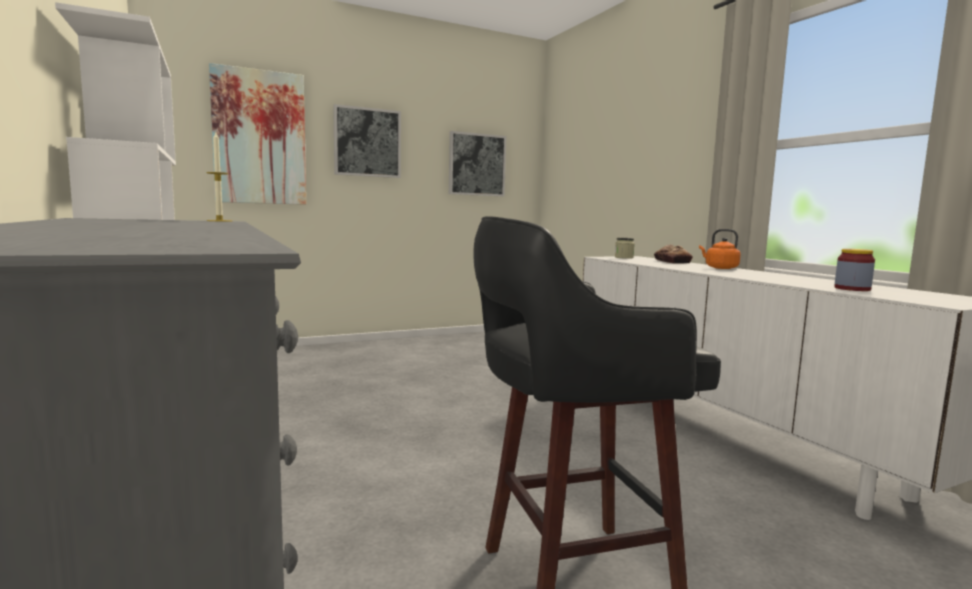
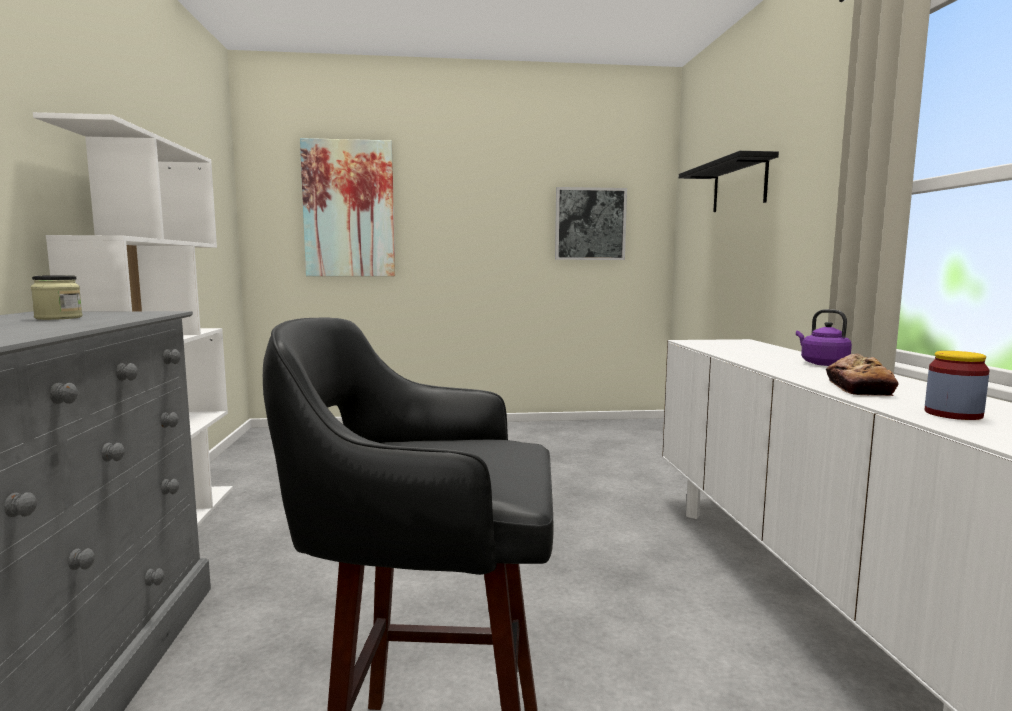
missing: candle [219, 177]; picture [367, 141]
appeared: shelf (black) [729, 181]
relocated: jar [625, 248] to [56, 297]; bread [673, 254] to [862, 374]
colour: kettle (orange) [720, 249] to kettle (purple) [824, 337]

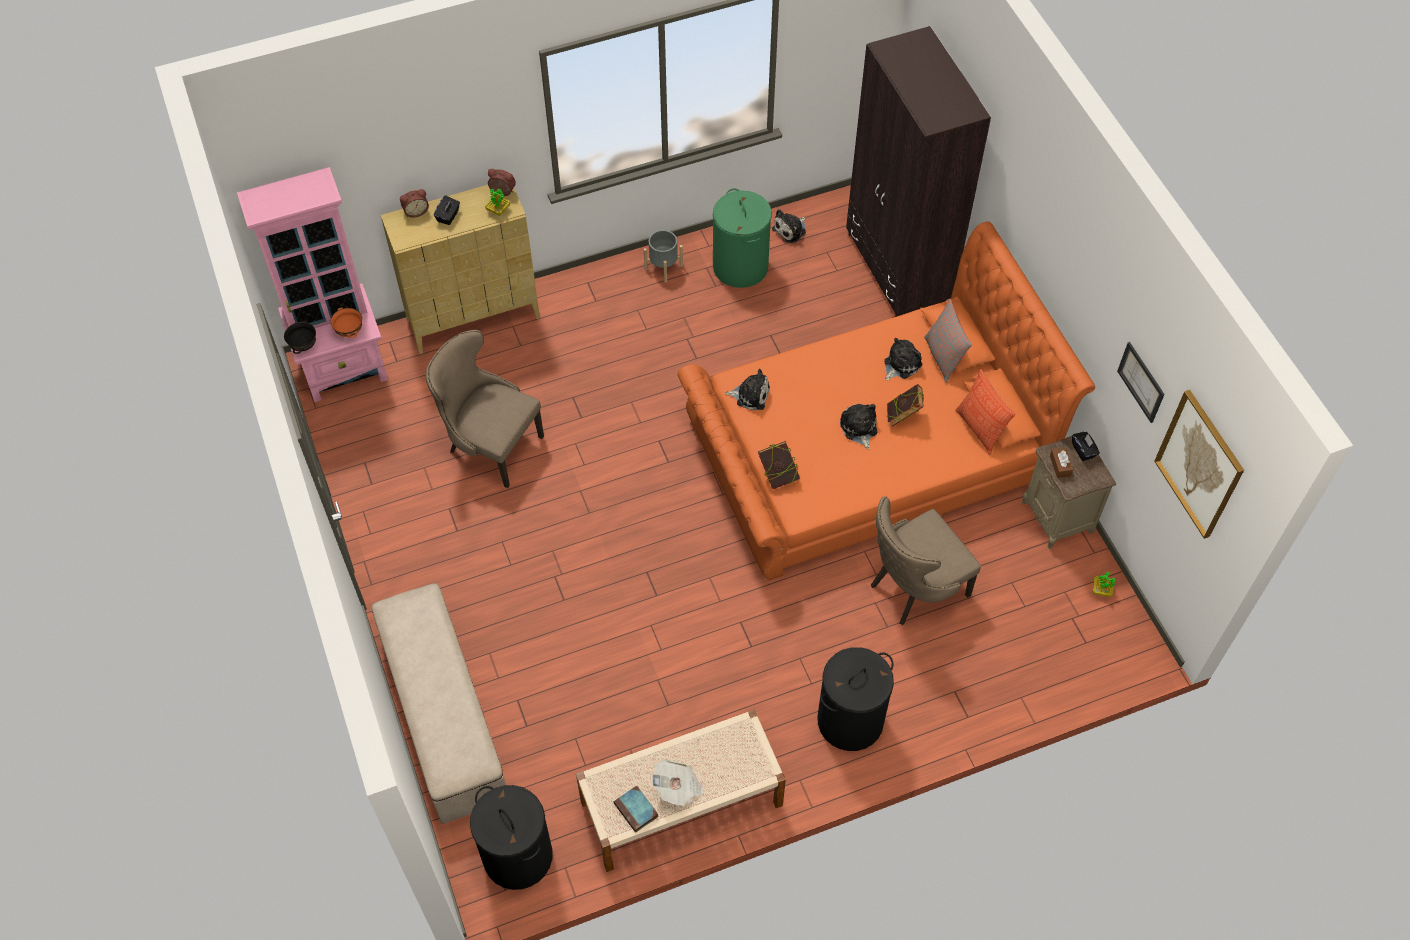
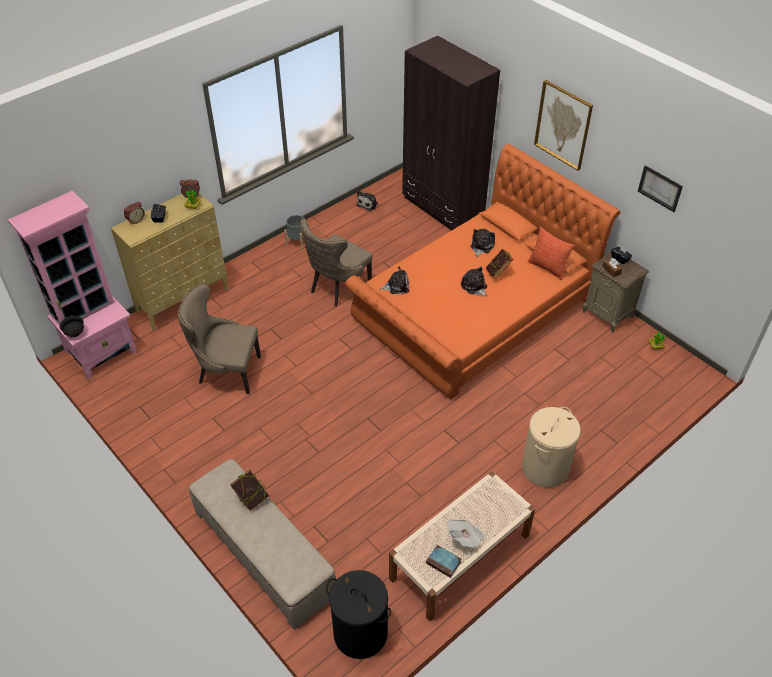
missing: bowl (orange) [346, 323]; laundry basket (green) [742, 238]; pillow (grey) [948, 341]
relocated: book [779, 465] to [249, 490]; chair (beige) [926, 560] to [336, 262]; picture [1199, 464] to [563, 125]
colour: laundry basket (black) [855, 699] to laundry basket (beige) [551, 447]

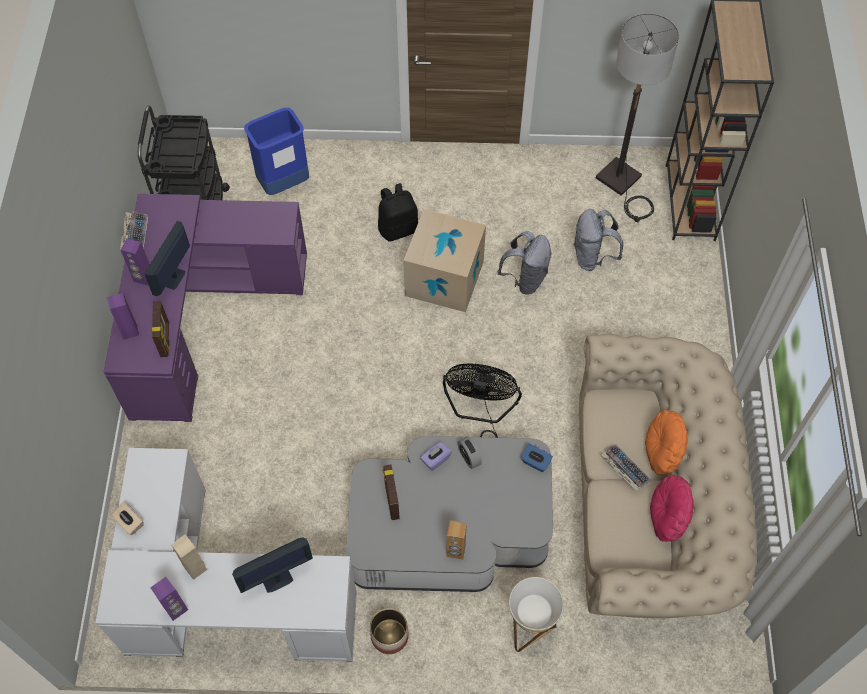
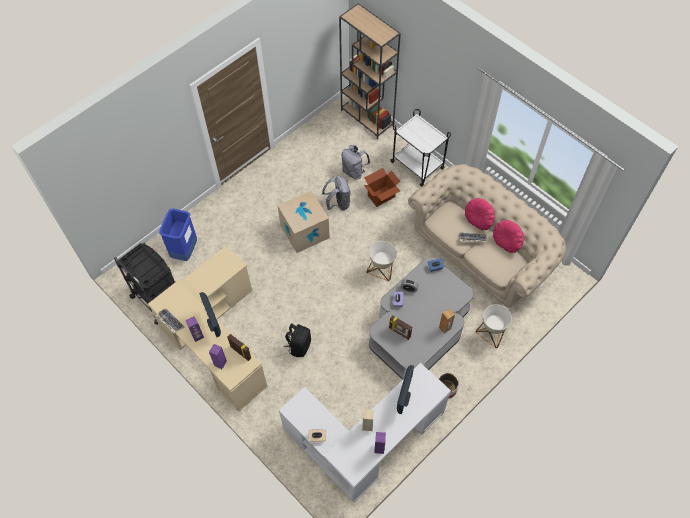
missing: floor lamp [637, 118]
appeared: cardboard box [382, 187]; cart (white) [421, 147]
relocated: backpack (black) [398, 212] to [297, 340]
exchanged: fan (black) [482, 401] to planter [382, 261]
colour: desk (purple) [205, 308] to desk (beige) [208, 329]; pillow (orange) [666, 442] to pillow (pink) [480, 214]

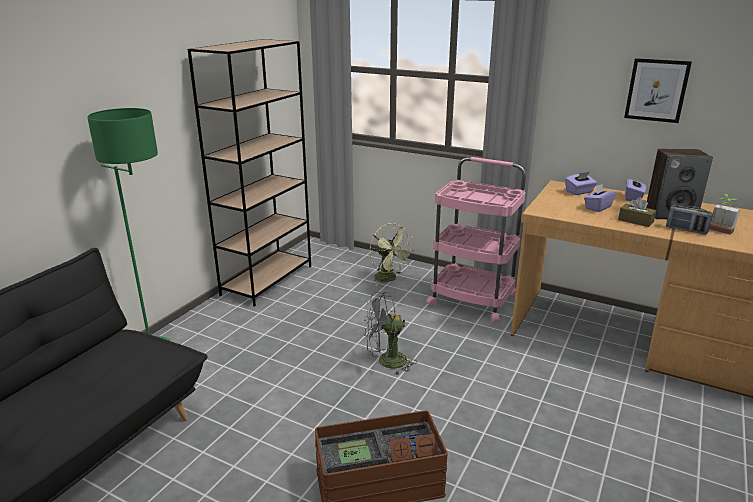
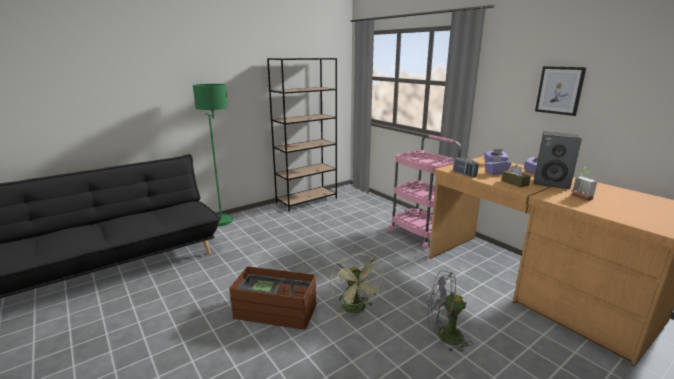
relocated: fan (grey) [390, 334] to [450, 311]; fan (green) [392, 254] to [357, 284]; radio [689, 219] to [466, 167]

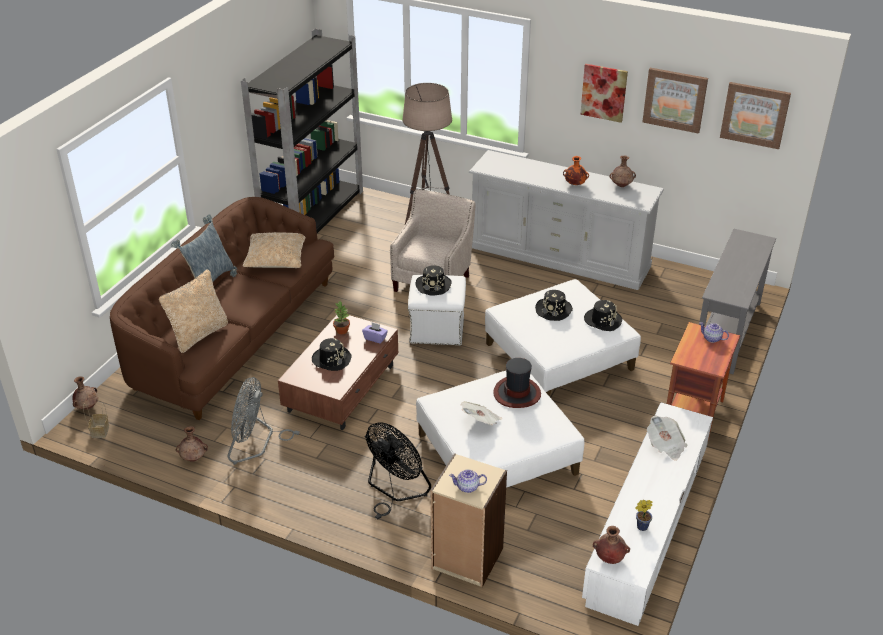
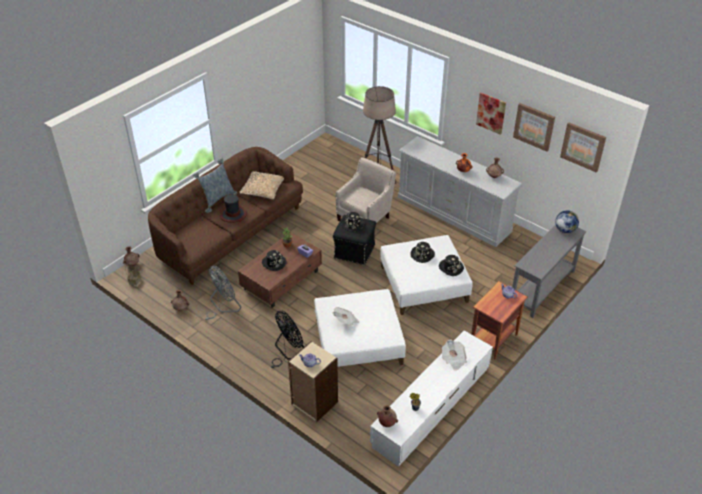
missing: pillow (beige) [193, 311]; bookcase (black) [302, 131]
appeared: globe [567, 221]
relocated: hat [517, 383] to [233, 208]
colour: ottoman (white) [437, 310] to ottoman (black) [354, 240]
spun: fan (grey) [264, 421] = [223, 293] 120 degrees clockwise

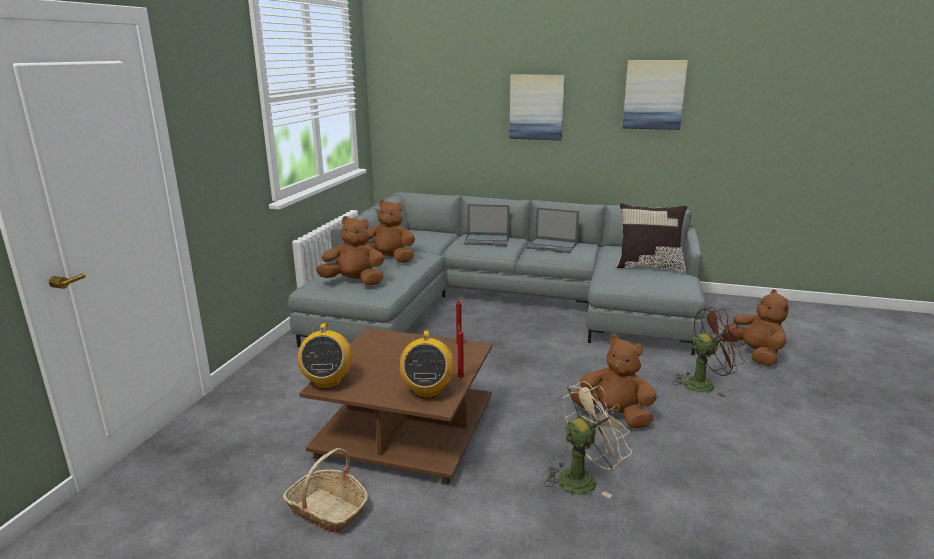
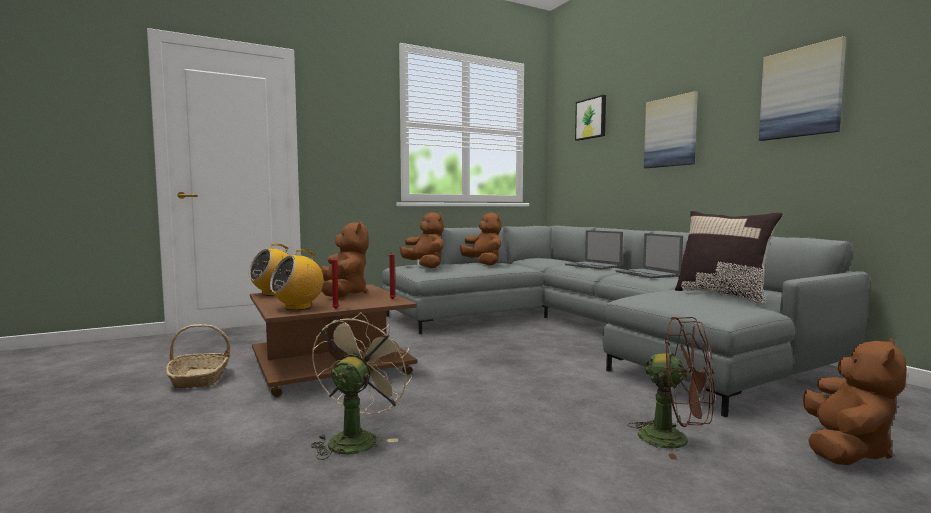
appeared: picture [590, 118]
relocated: plush toy (brown) [614, 382] to [345, 259]
spun: fan (beige) [588, 439] = [361, 386] 90 degrees counterclockwise

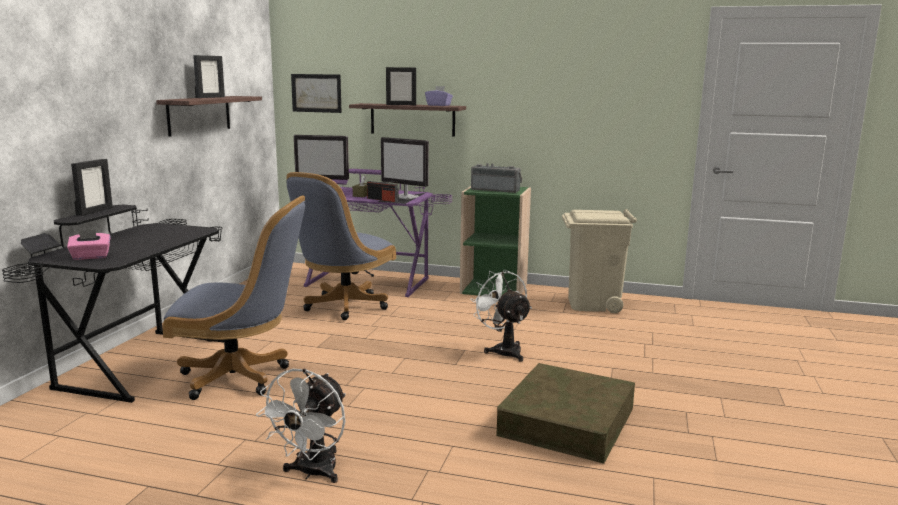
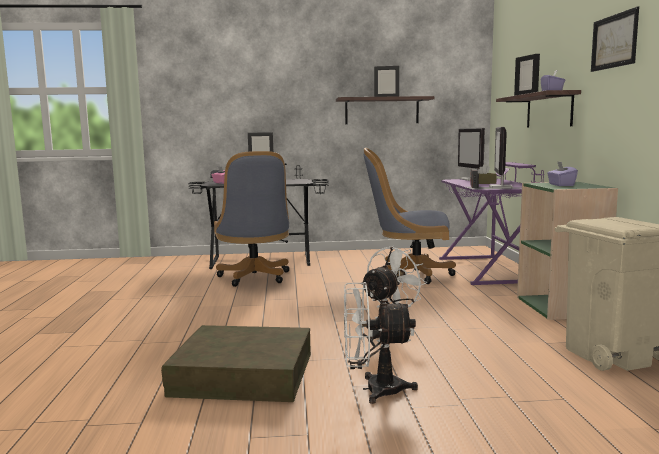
relocated: fan (white) [301, 426] to [381, 343]; picture [316, 93] to [615, 39]
exchanged: radio [496, 178] to tissue box (purple) [562, 173]

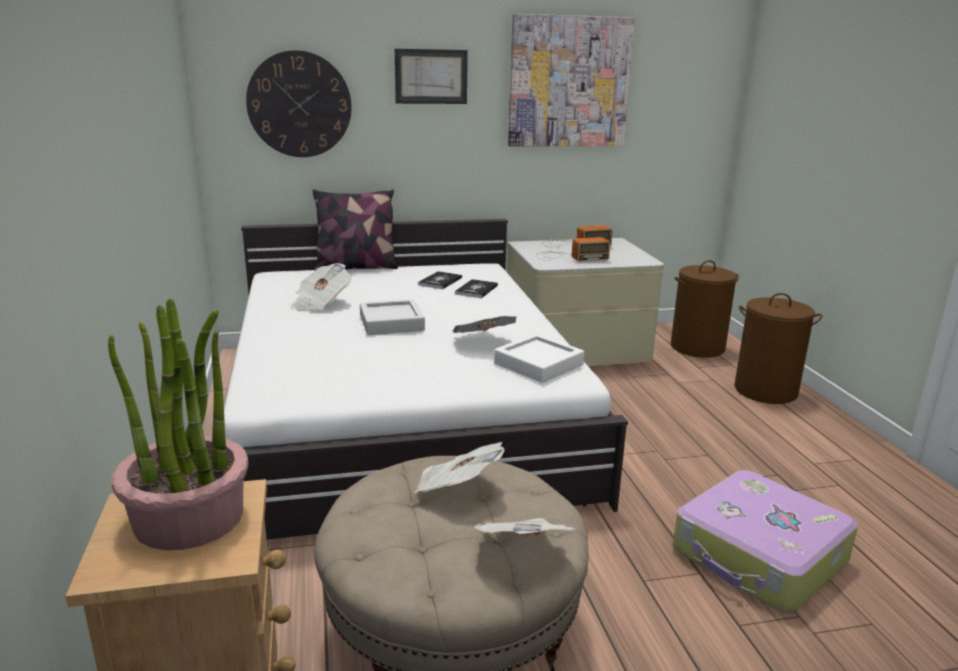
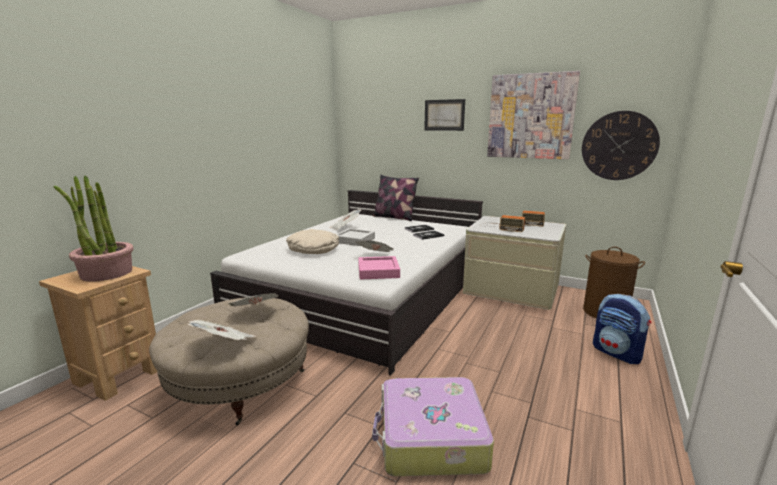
appeared: pillow (beige) [312, 241]
relocated: wall clock [299, 103] to [621, 145]
exchanged: laundry basket (brown) [778, 348] to backpack [622, 329]
colour: tray (white) [539, 358] to tray (pink) [379, 267]

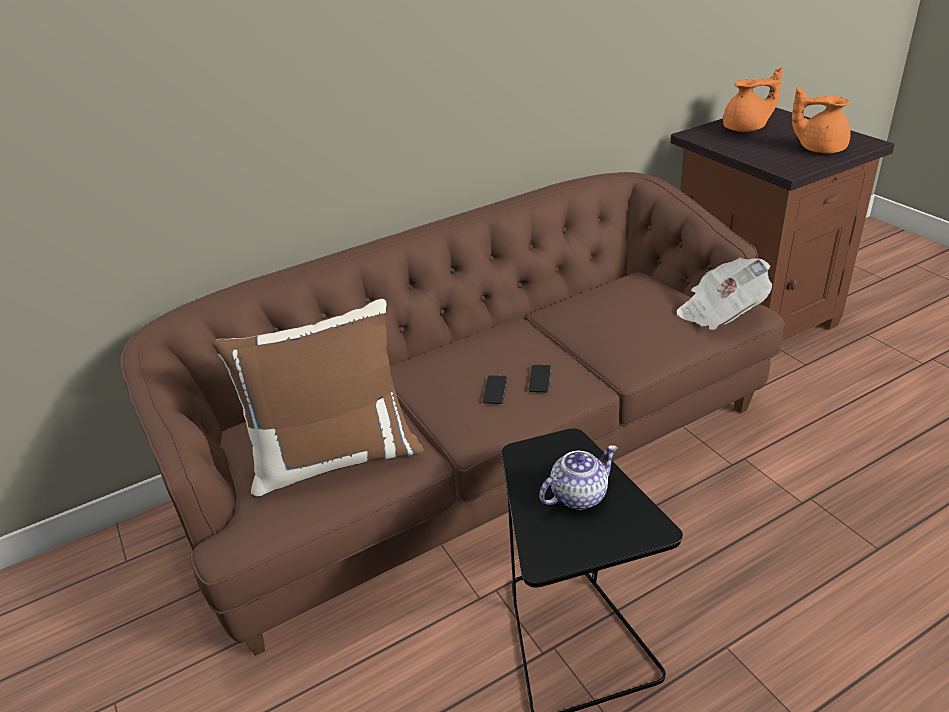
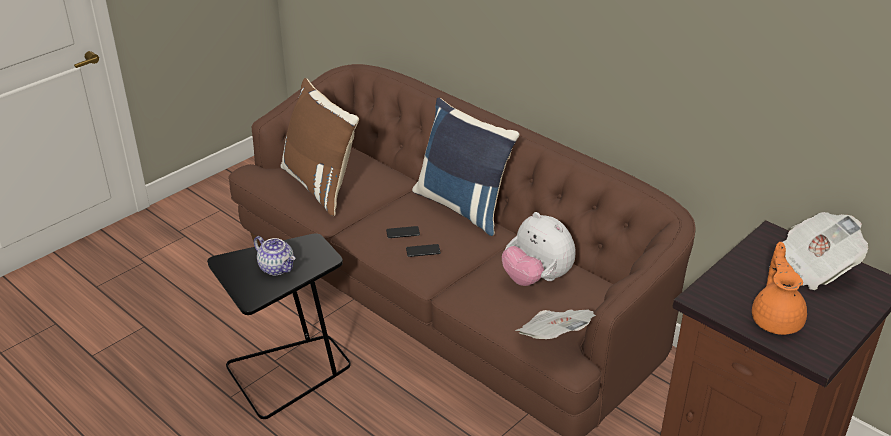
appeared: pillow (blue) [466, 167]; plush toy [538, 249]
exchanged: teapot (orange) [753, 99] to newspaper [818, 251]

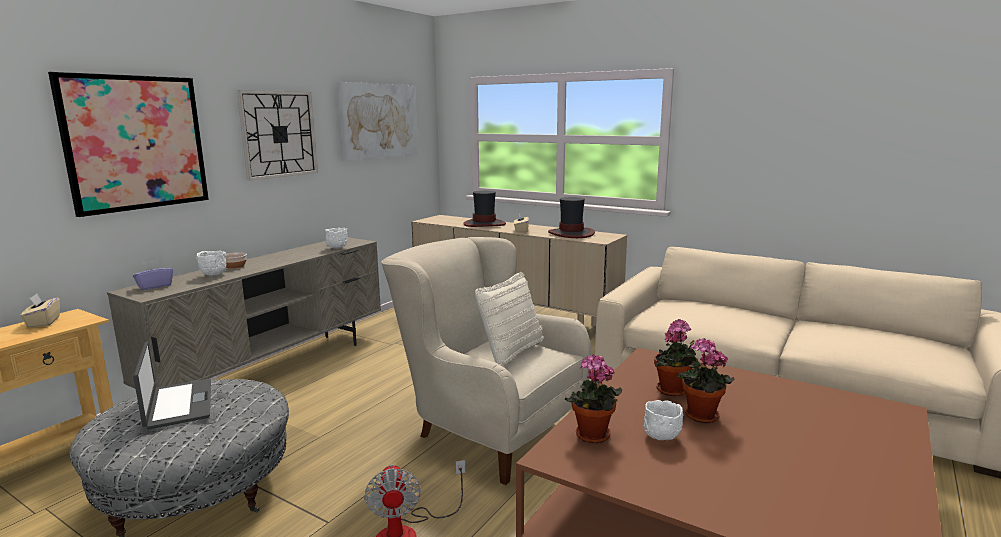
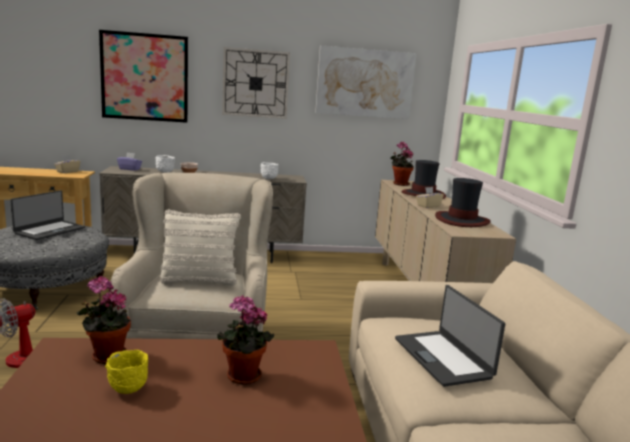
appeared: laptop [450, 336]
relocated: potted plant [706, 380] to [402, 164]
colour: bowl (white) [663, 420] to bowl (yellow) [126, 372]

